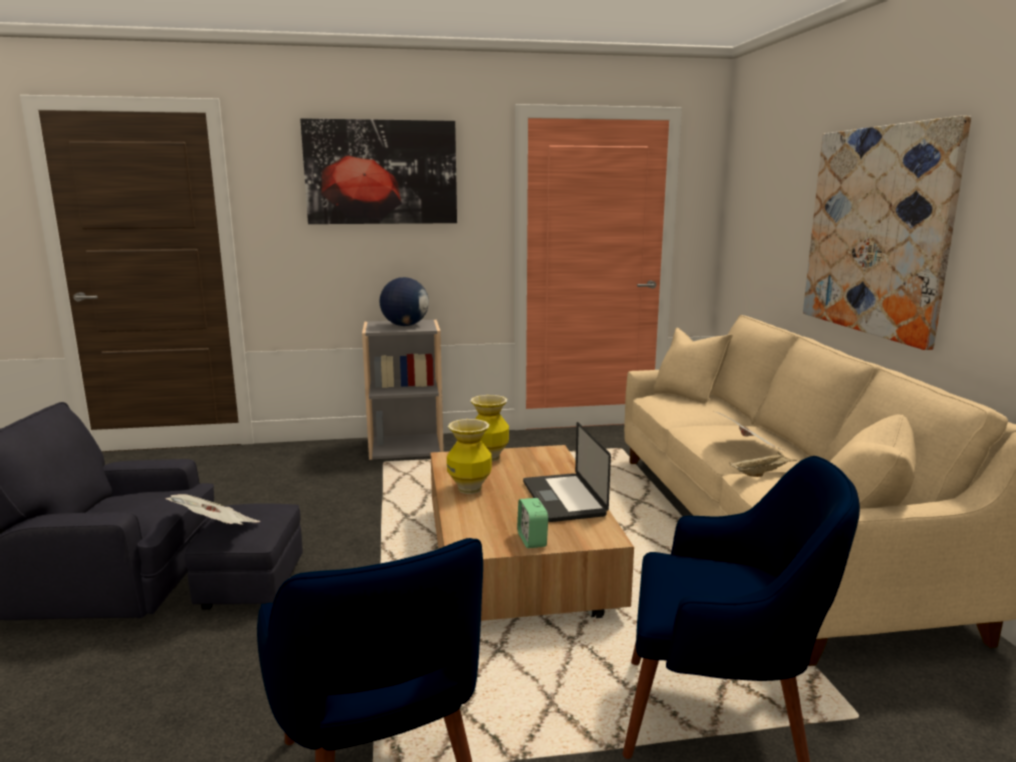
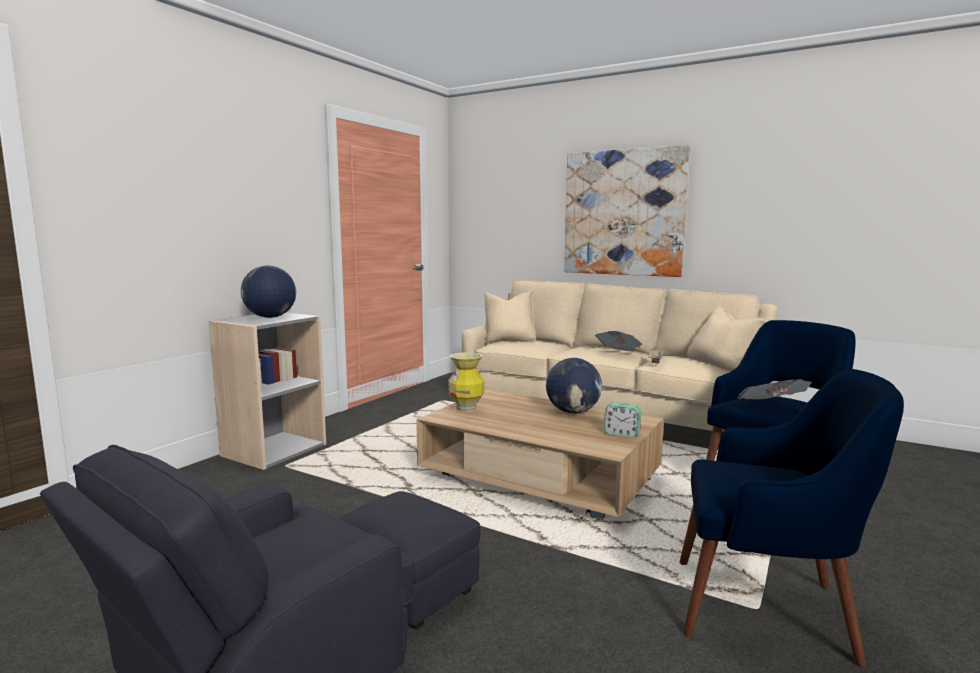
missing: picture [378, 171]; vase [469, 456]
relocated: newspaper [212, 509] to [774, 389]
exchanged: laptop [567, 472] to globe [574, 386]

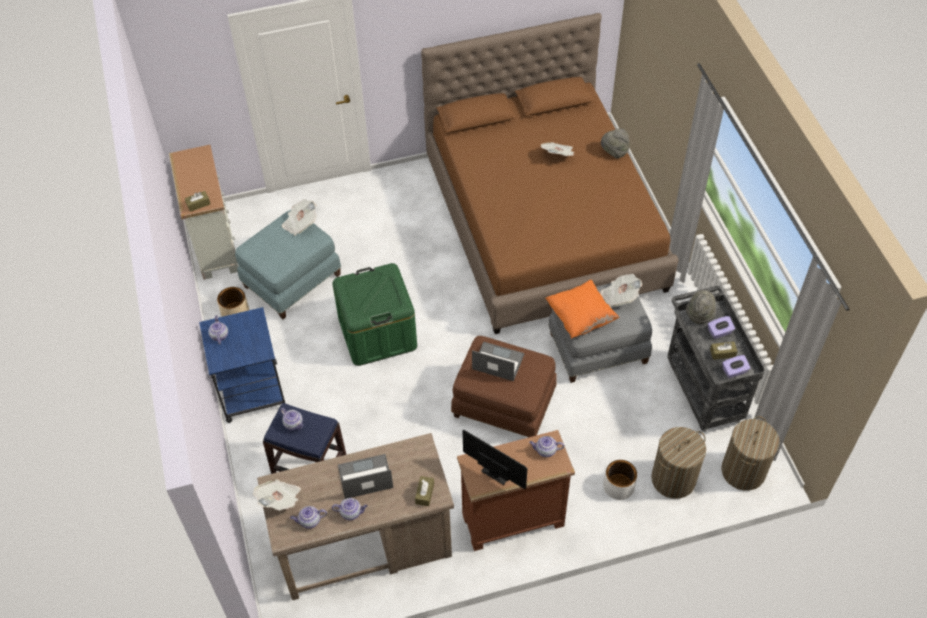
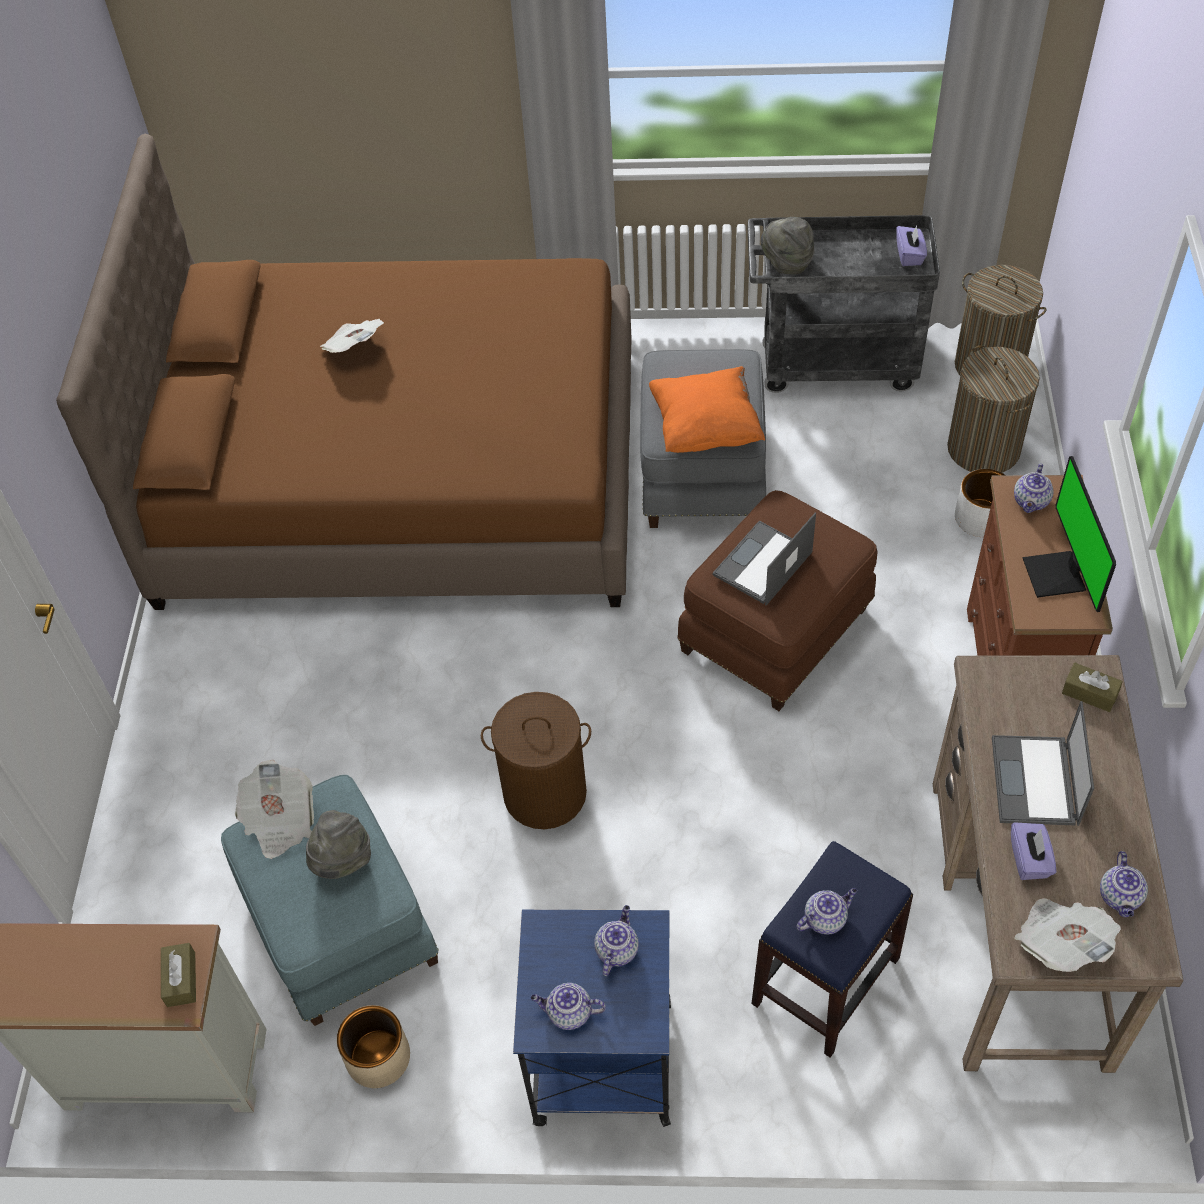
missing: newspaper [621, 290]; tissue box (brown) [724, 350]
relocated: teapot [350, 509] to [616, 940]; hat (grey) [615, 143] to [338, 844]; tissue box (purple) [721, 327] to [1033, 851]
exchanged: storage box (green) [375, 314] to laundry basket (brown) [536, 760]
spun: monitor [495, 459] = [1069, 534] 60 degrees counterclockwise

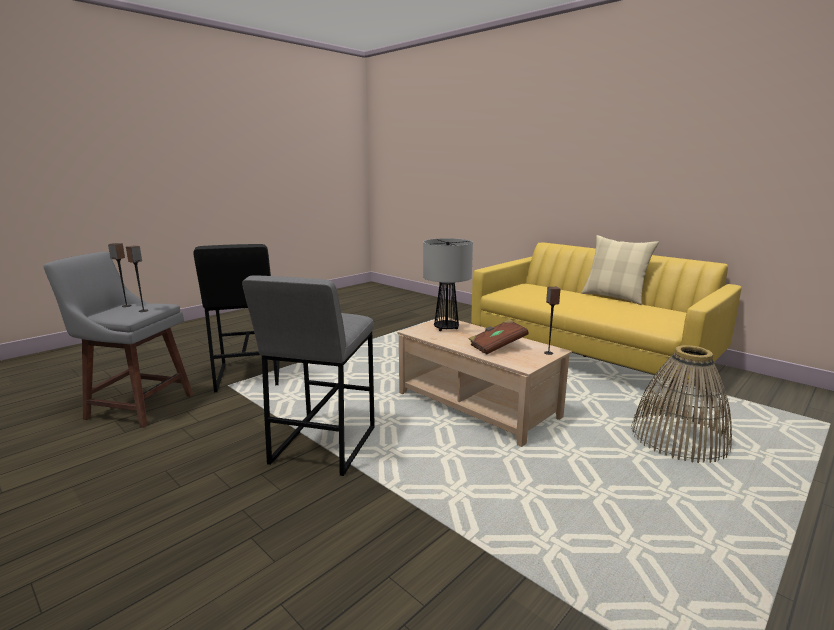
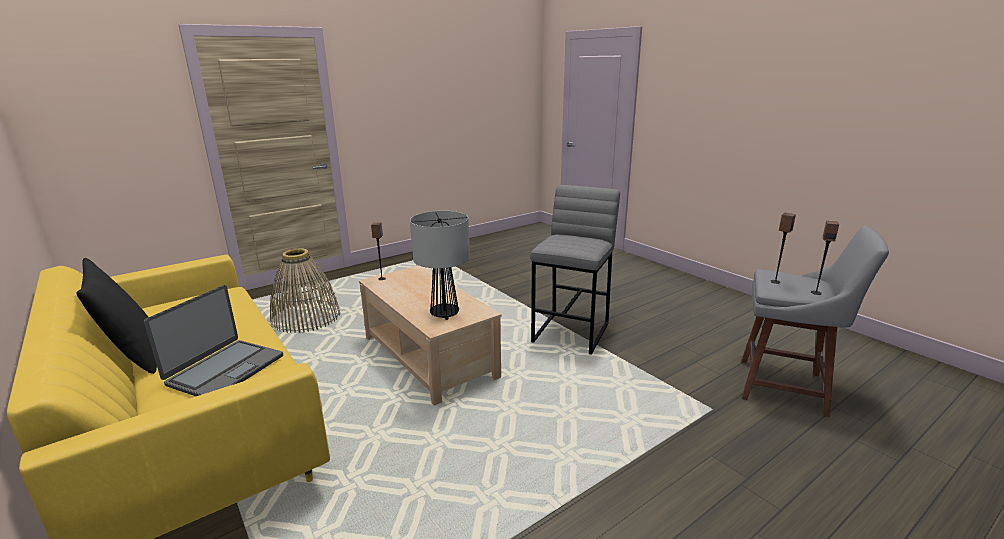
missing: stool (black) [236, 318]; book (brown) [499, 337]
appeared: laptop [213, 340]
colour: pillow (beige) [620, 270] to pillow (black) [116, 316]

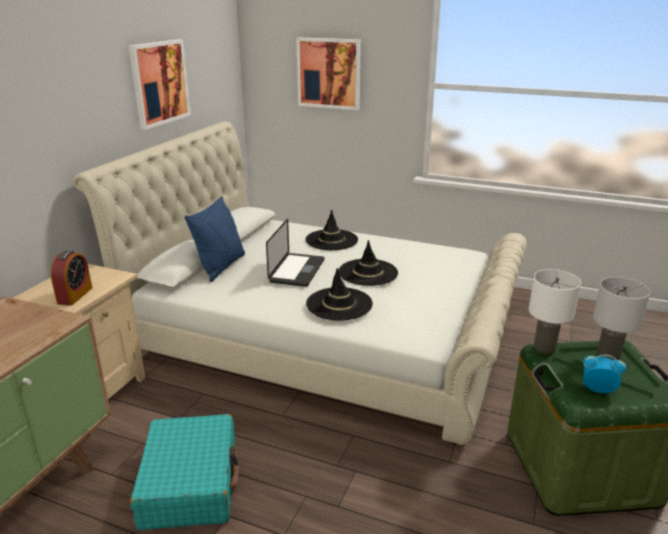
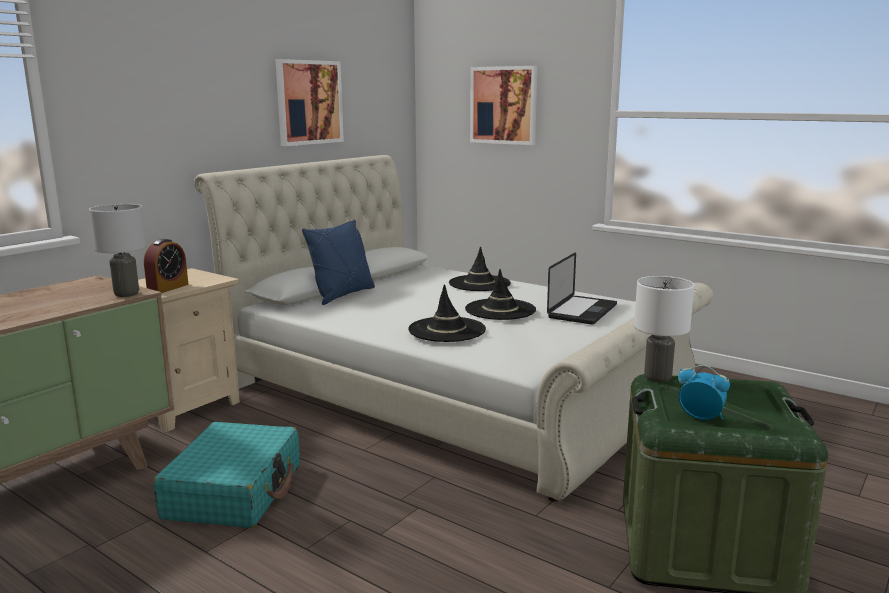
relocated: laptop [295, 253] to [582, 288]; table lamp (white) [621, 319] to [118, 250]

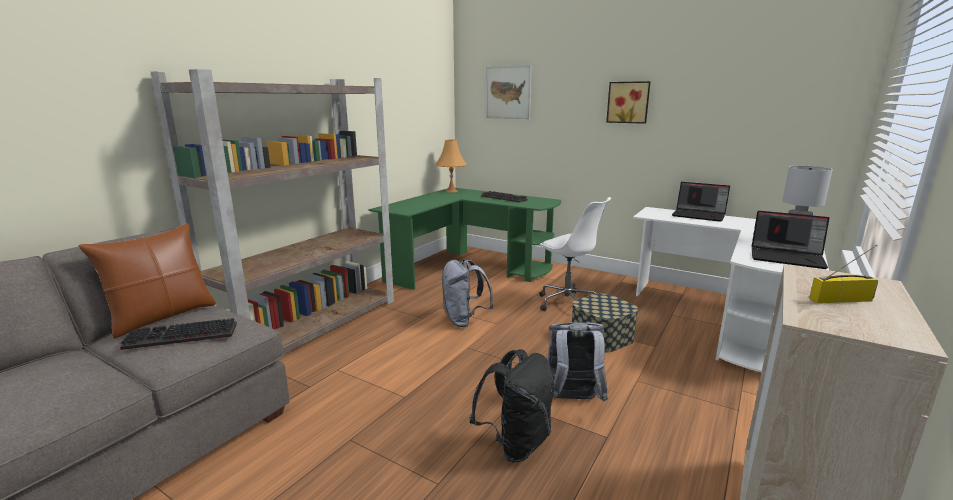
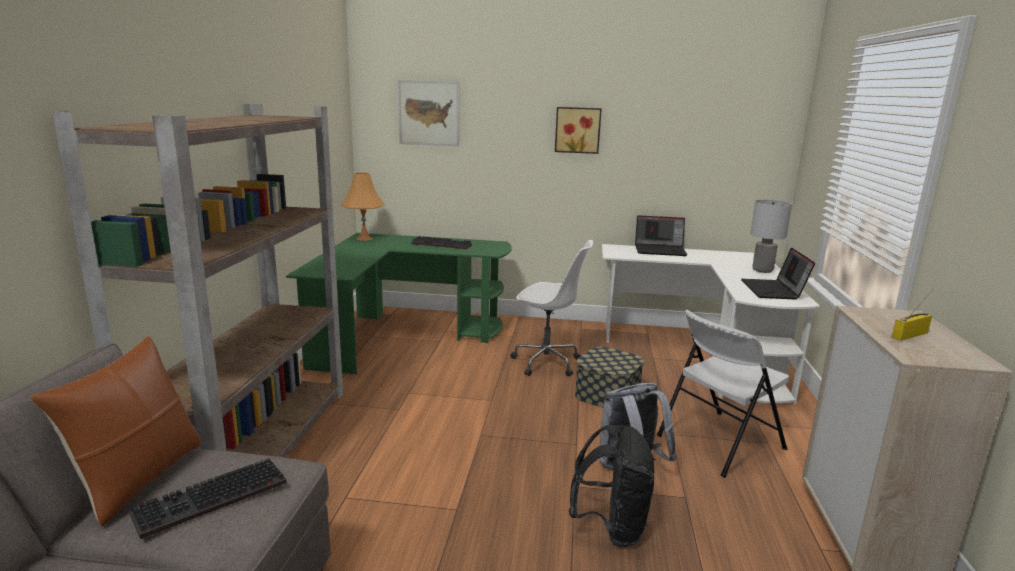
missing: backpack (grey) [468, 293]
appeared: chair (white) [723, 394]
spun: laptop [790, 240] = [778, 273] 90 degrees clockwise

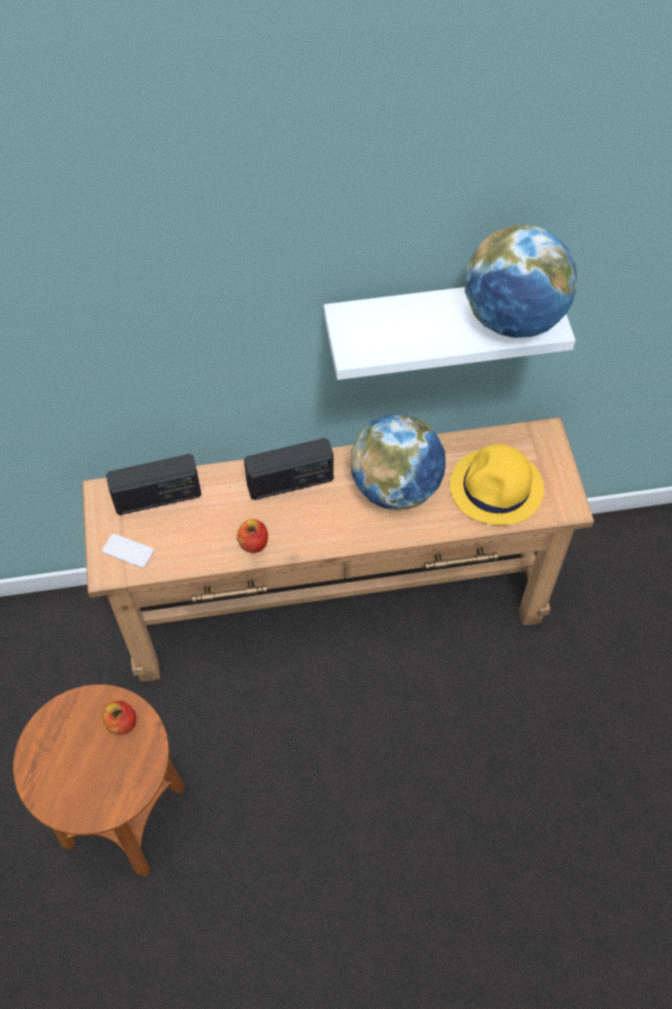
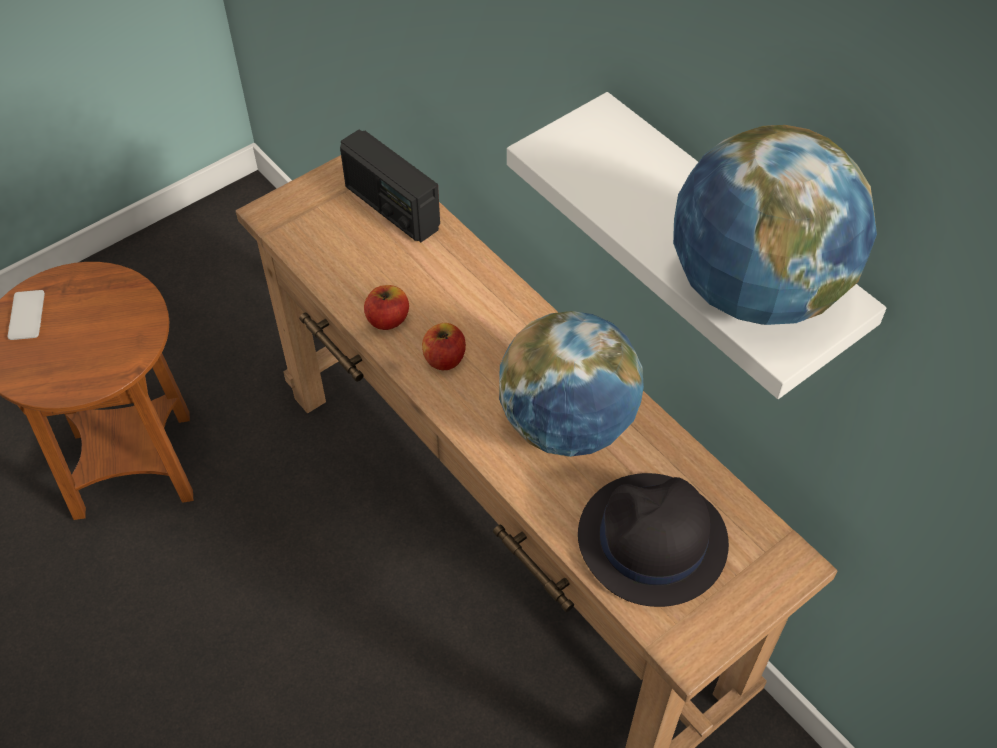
missing: radio [289, 469]
relocated: phone [128, 551] to [26, 315]; apple [119, 718] to [444, 346]
colour: hat (yellow) [497, 484] to hat (black) [653, 540]

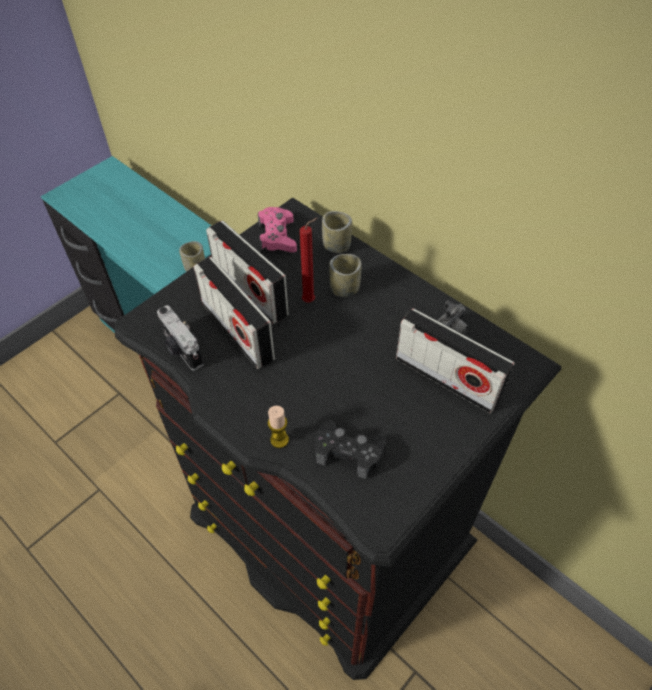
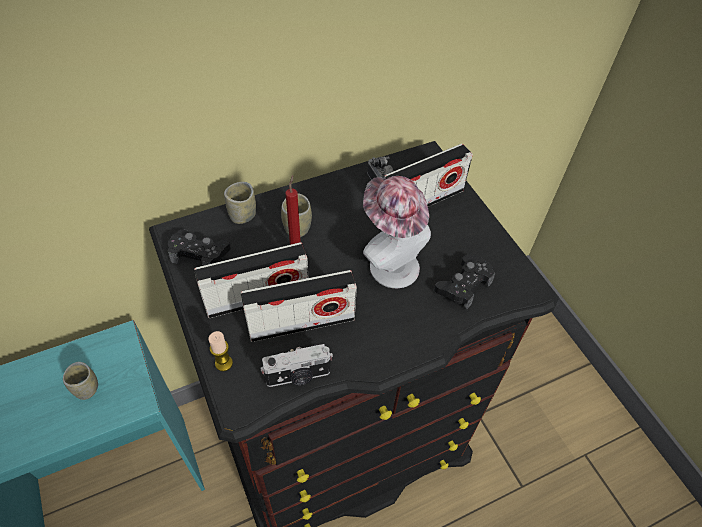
appeared: hat [397, 232]
relocated: candle [278, 427] to [220, 351]
colour: game controller (pink) [277, 230] to game controller (black) [199, 247]

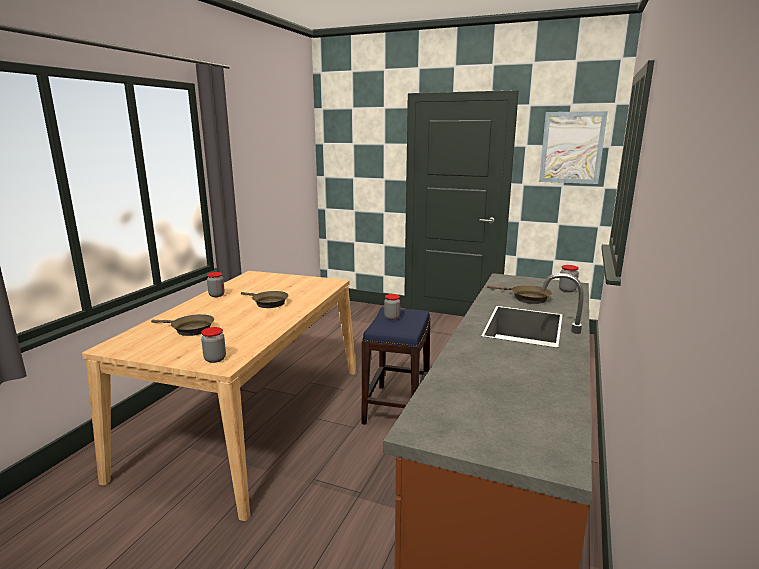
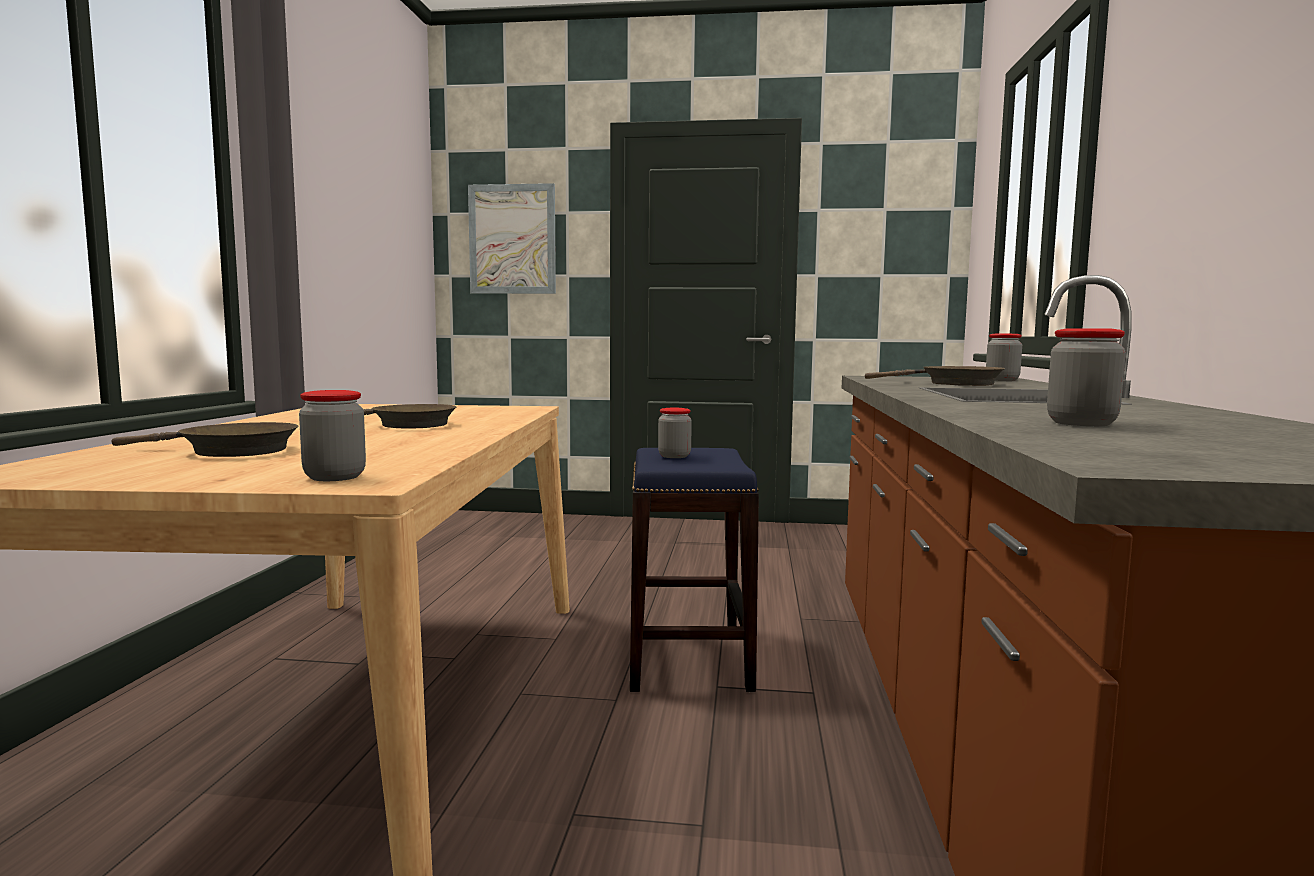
relocated: jar [216, 284] to [1086, 377]; picture [573, 147] to [512, 238]

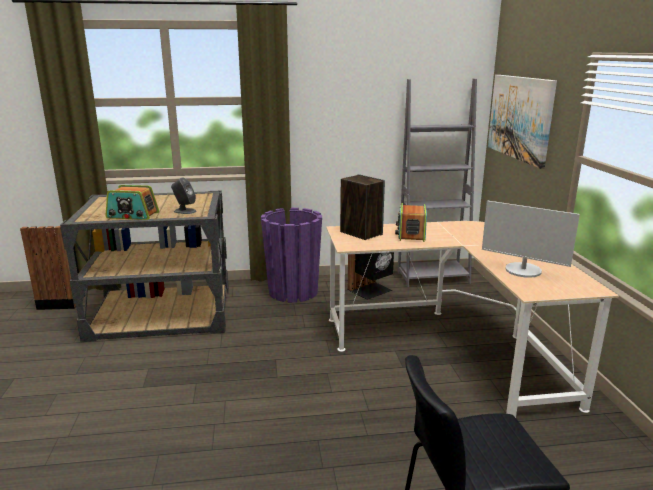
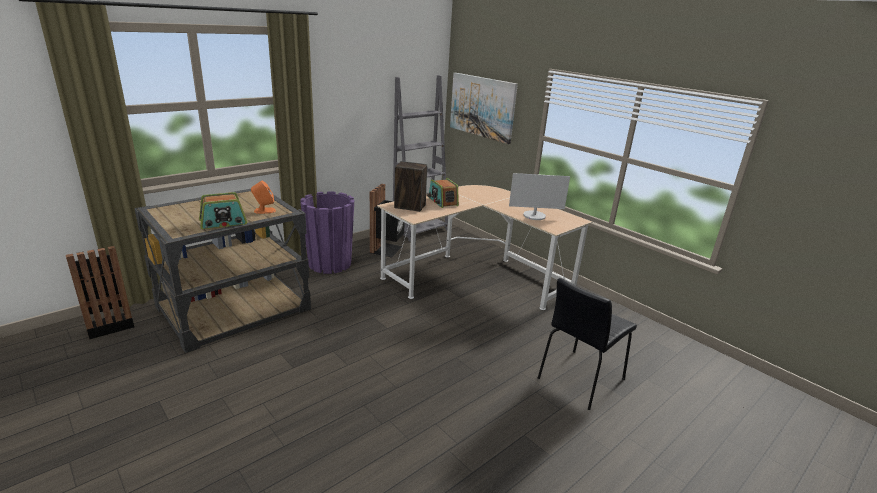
colour: speaker (grey) [183, 196] to speaker (orange) [263, 197]

